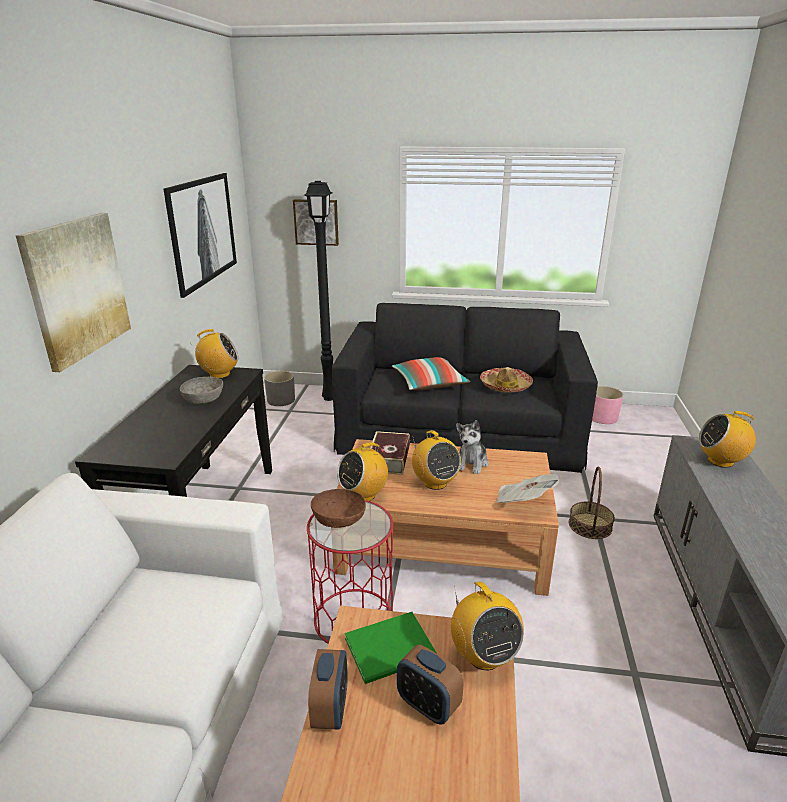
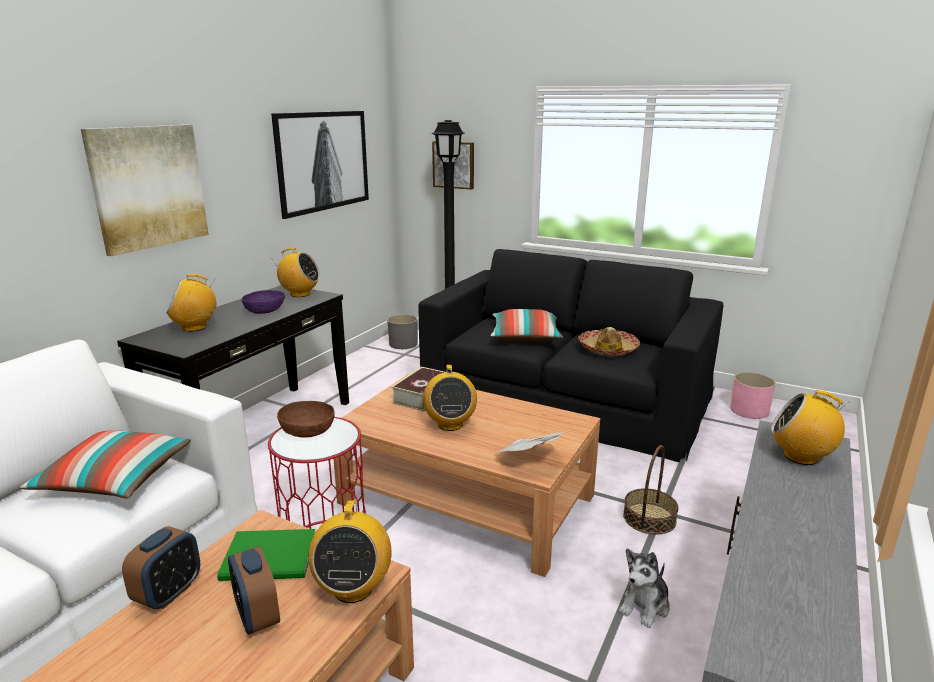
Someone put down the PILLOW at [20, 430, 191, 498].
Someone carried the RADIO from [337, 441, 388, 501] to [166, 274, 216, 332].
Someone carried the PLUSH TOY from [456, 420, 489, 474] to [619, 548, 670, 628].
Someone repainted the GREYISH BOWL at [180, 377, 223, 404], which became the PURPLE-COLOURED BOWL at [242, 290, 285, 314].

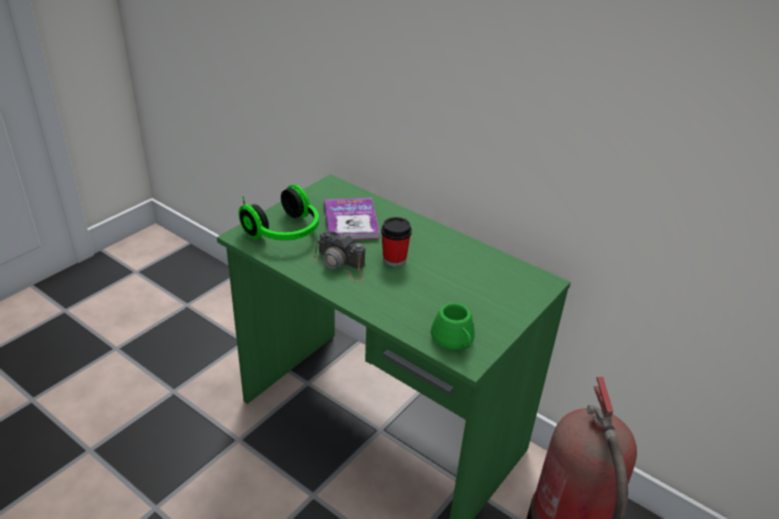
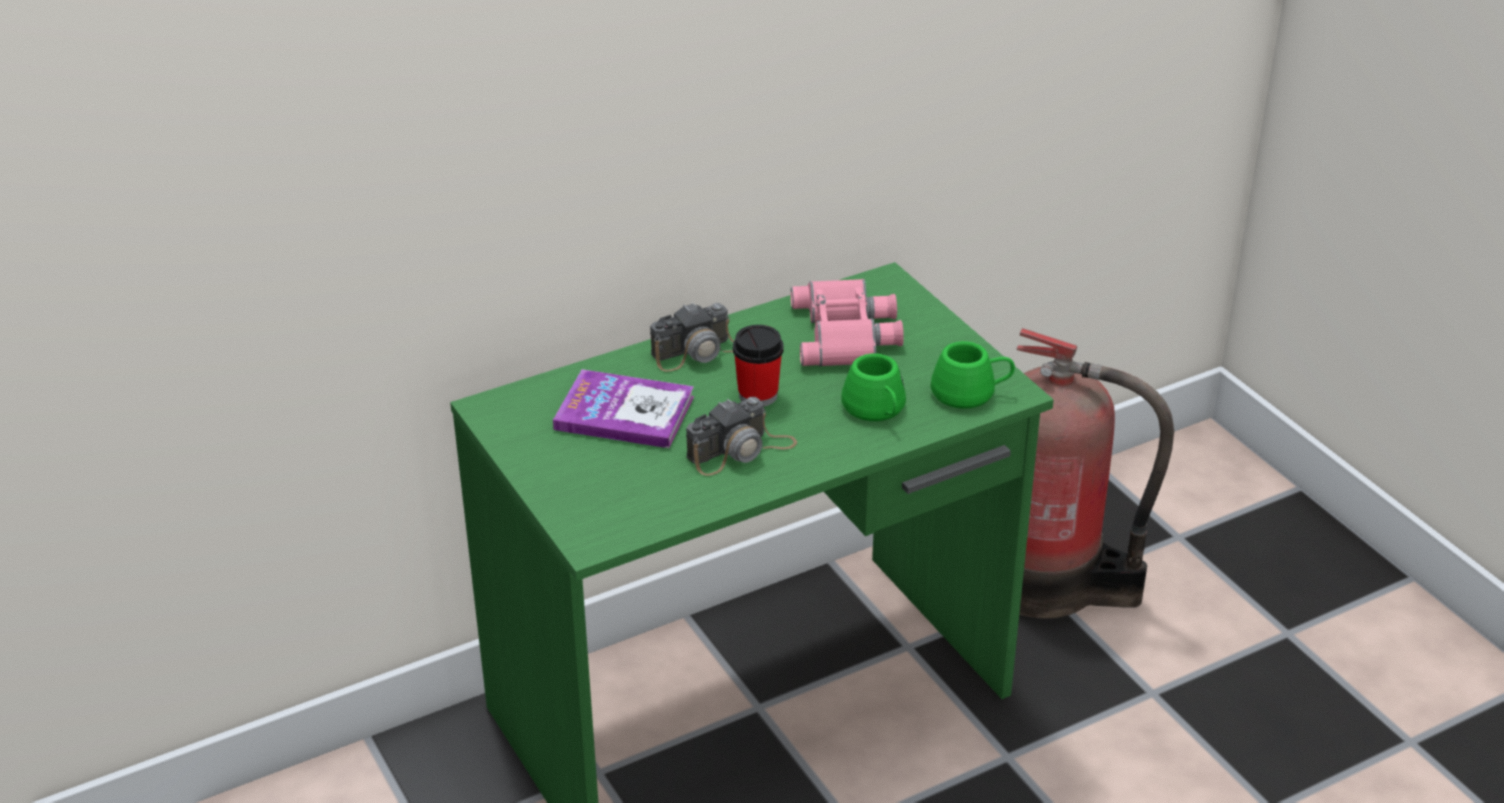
Someone took away the HEADPHONES at [239, 184, 319, 240].
Someone put down the PHOTO CAMERA at [650, 302, 734, 372].
Someone put down the PINK-COLOURED BINOCULARS at [791, 279, 904, 367].
Someone put down the GREEN COFFEE MUG at [841, 354, 906, 421].

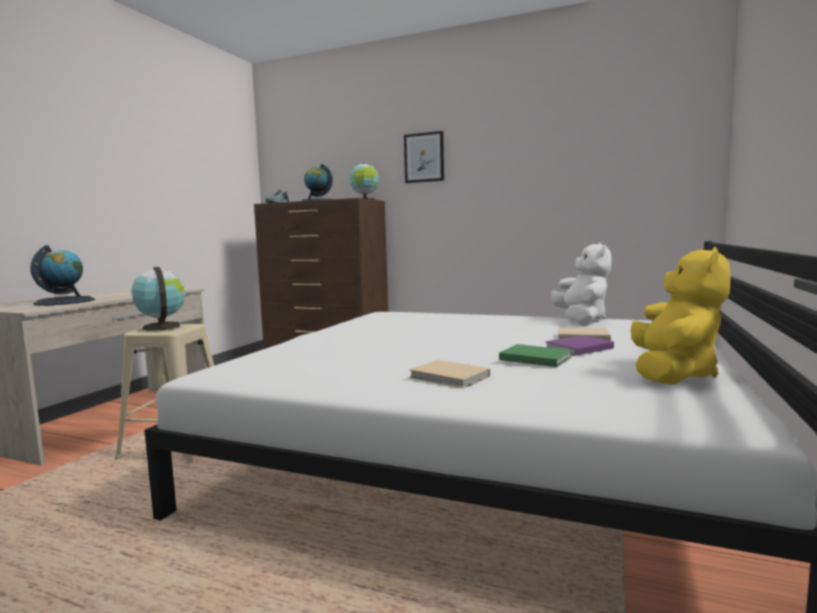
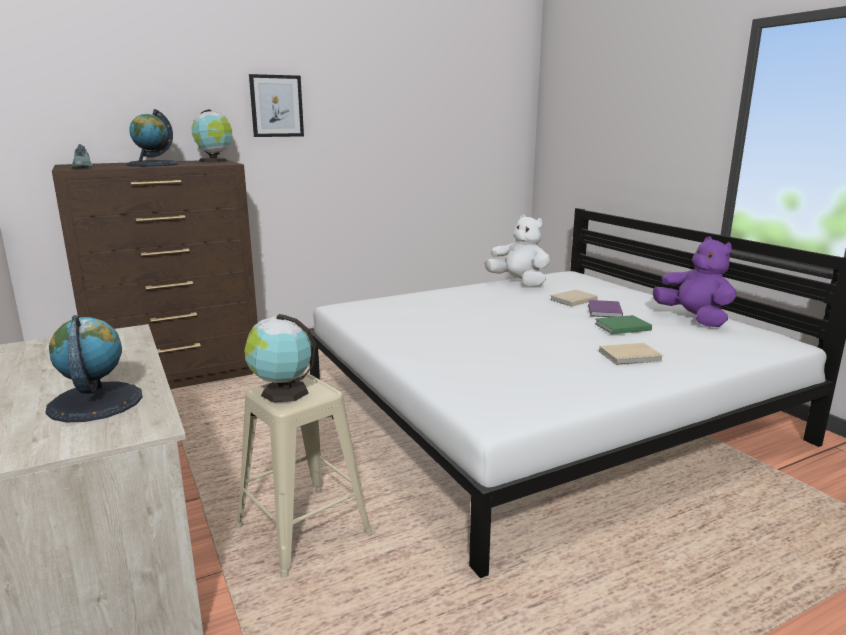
Someone repainted the YELLOWISH PLUSH TOY at [631, 247, 731, 385], which became the PURPLE-COLOURED PLUSH TOY at [653, 236, 736, 327].

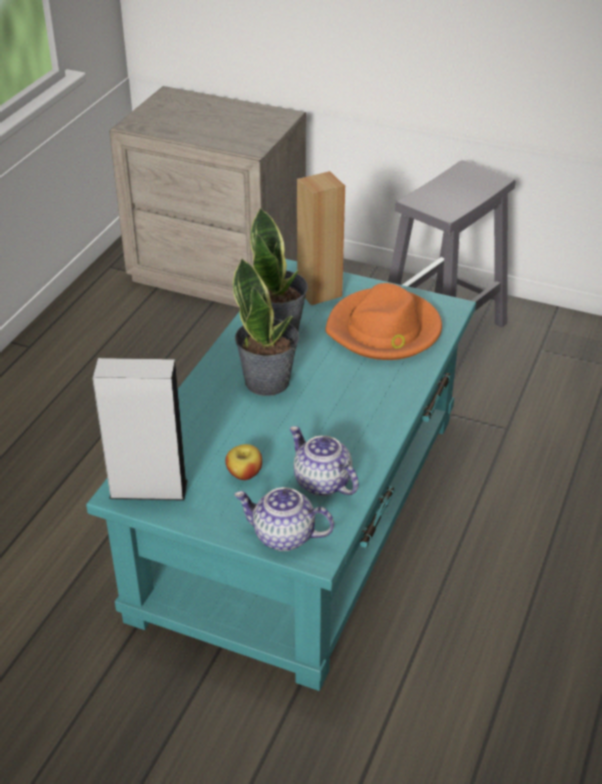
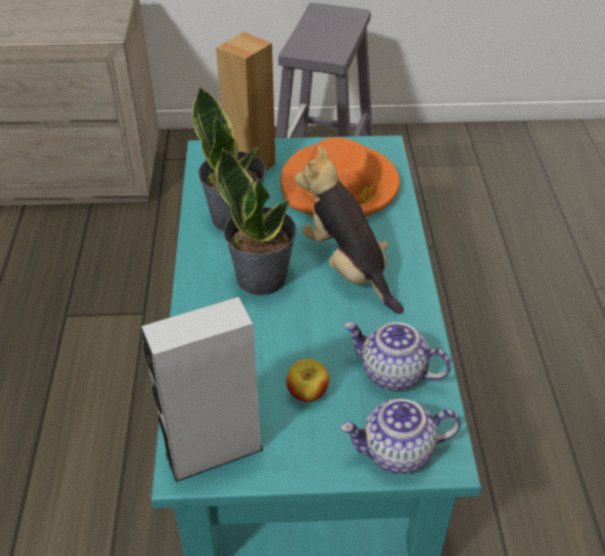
Someone put down the PLUSH TOY at [295, 146, 403, 314].

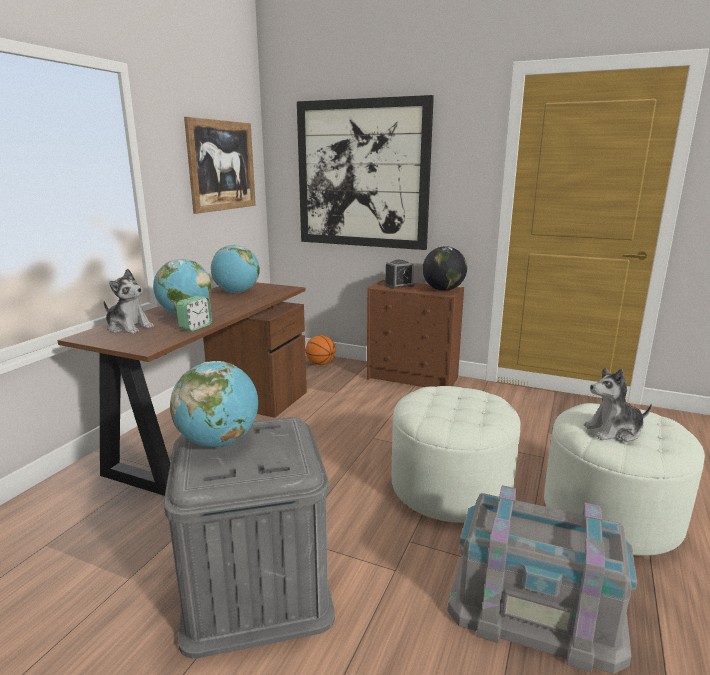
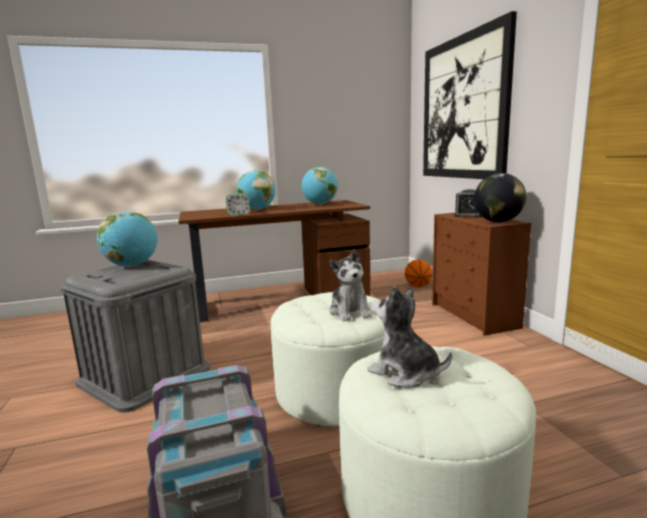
Someone took away the PICTURE at [184, 117, 256, 214].
Someone carried the PLUSH TOY from [104, 269, 154, 334] to [329, 249, 372, 322].

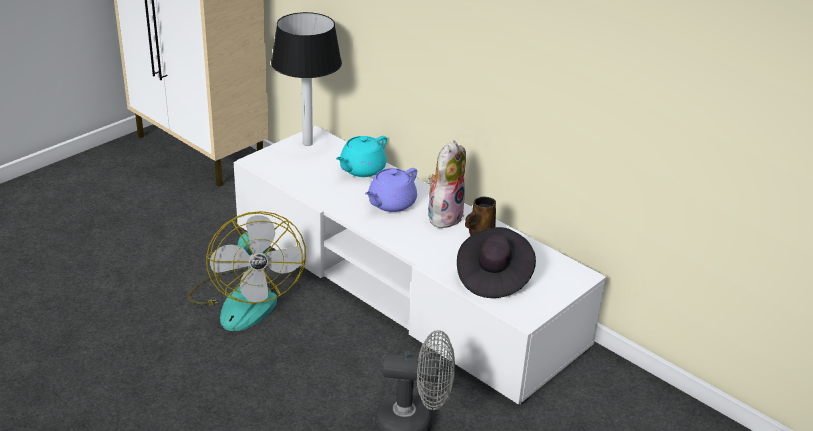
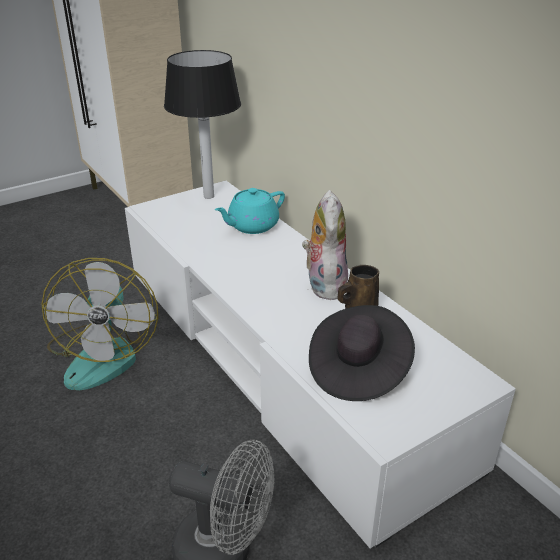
Someone took away the PURPLE-COLOURED TEAPOT at [365, 168, 417, 212].
Someone rotated the PLUSH TOY at [428, 140, 466, 228] by 45 degrees counterclockwise.

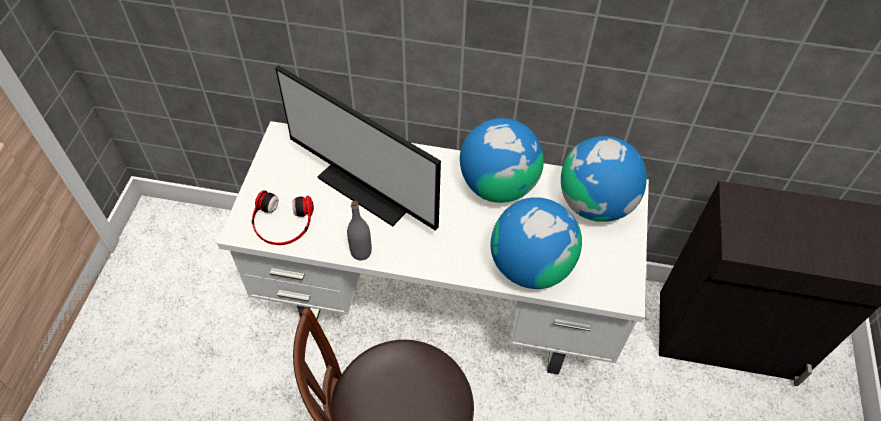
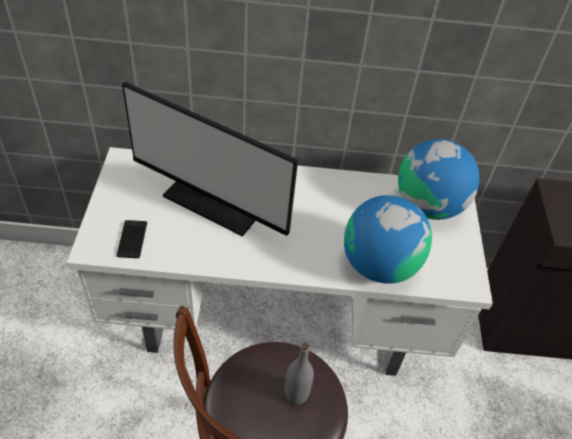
Someone took away the GLOBE at [460, 118, 544, 203].
Someone carried the GREYISH BEVERAGE BOTTLE from [347, 201, 372, 260] to [285, 342, 314, 405].
Someone swapped the HEADPHONES at [251, 190, 314, 245] for the HANDSET at [116, 220, 147, 258].

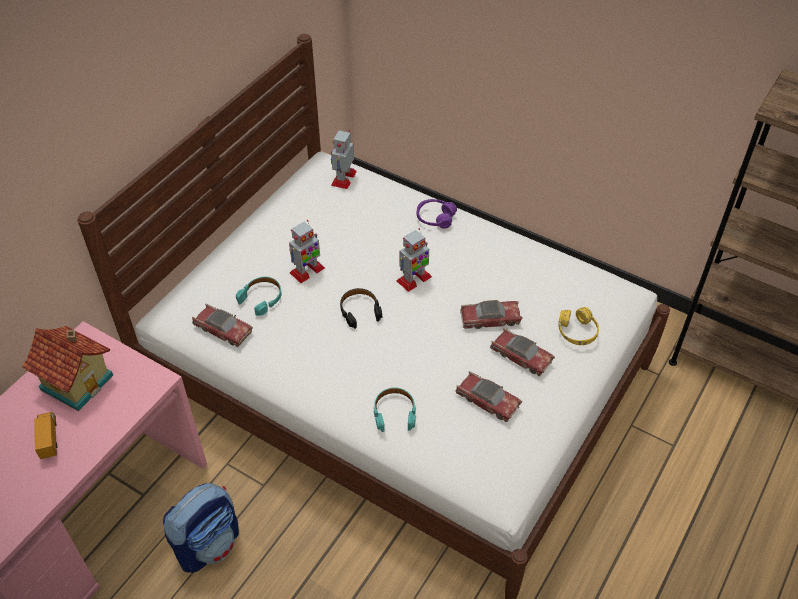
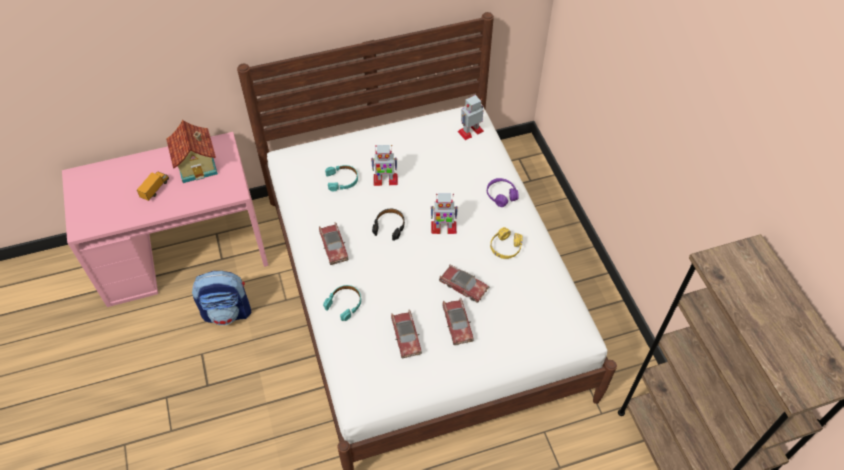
Someone carried the MODEL CAR from [192, 303, 253, 347] to [319, 222, 349, 265].
Someone carried the YELLOWISH HEADPHONES from [558, 307, 599, 345] to [490, 227, 522, 259].

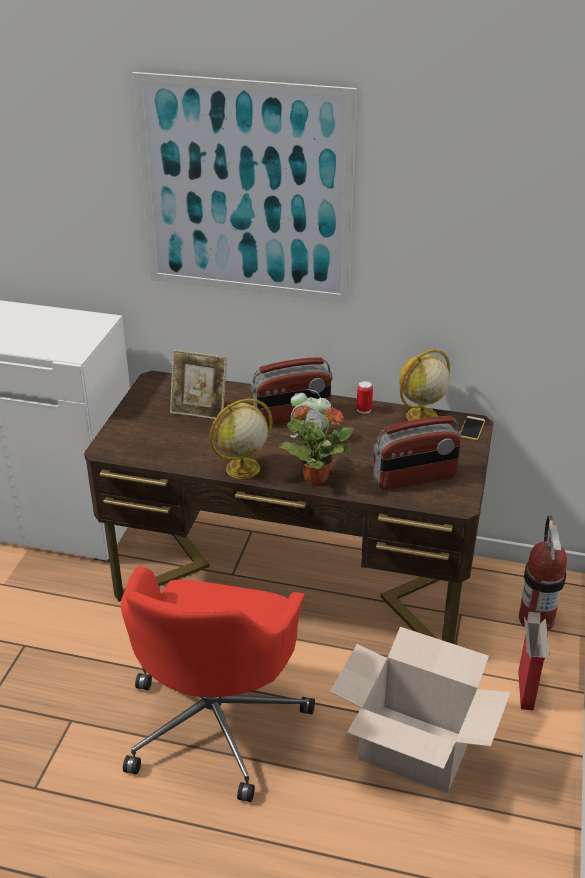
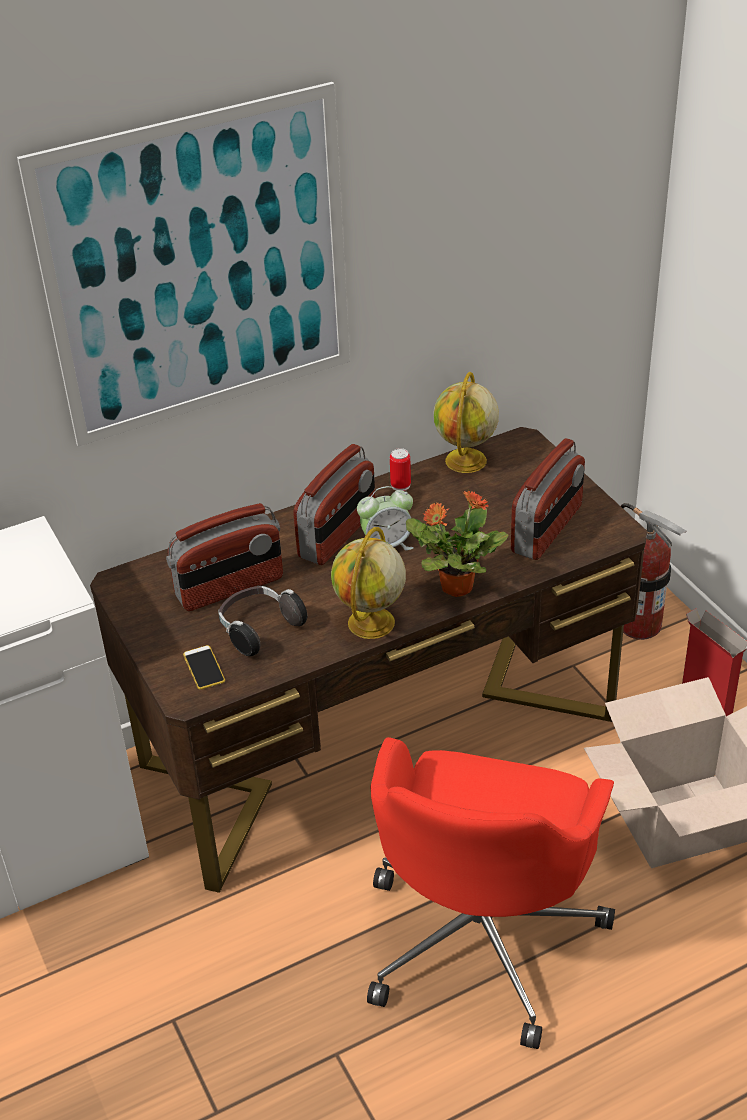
Someone put down the HEADPHONES at [218, 586, 307, 656].
Someone carried the HANDSET from [461, 416, 485, 440] to [183, 645, 225, 690].
Someone swapped the STANDING FRAME at [170, 349, 227, 419] for the RADIO at [166, 503, 283, 611].
Someone rotated the RED COMPUTER CHAIR at [121, 566, 315, 802] by 45 degrees clockwise.

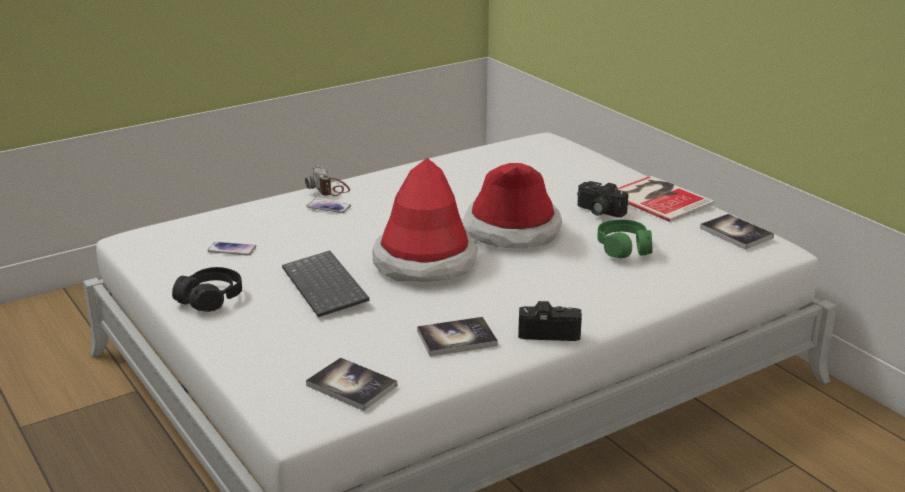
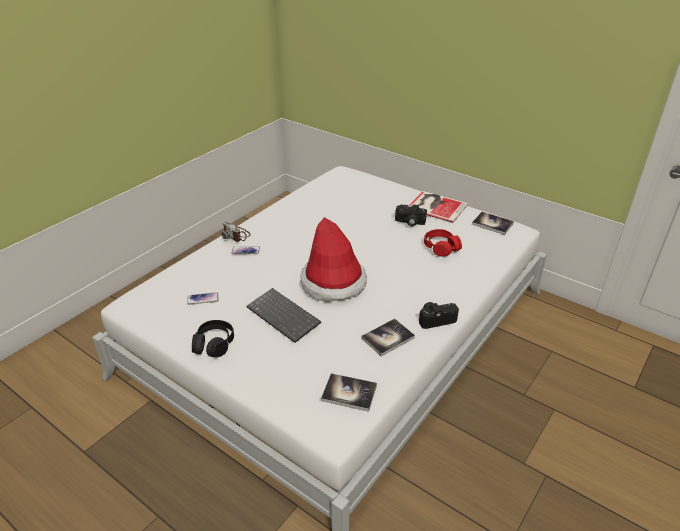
Someone took away the WEARABLE HAT at [463, 163, 562, 248].
Someone repainted the GREEN HEADPHONES at [597, 220, 653, 258], which became the RED HEADPHONES at [424, 229, 462, 257].

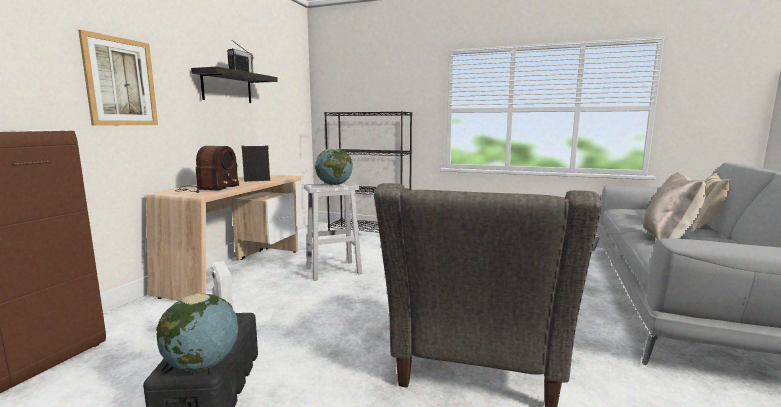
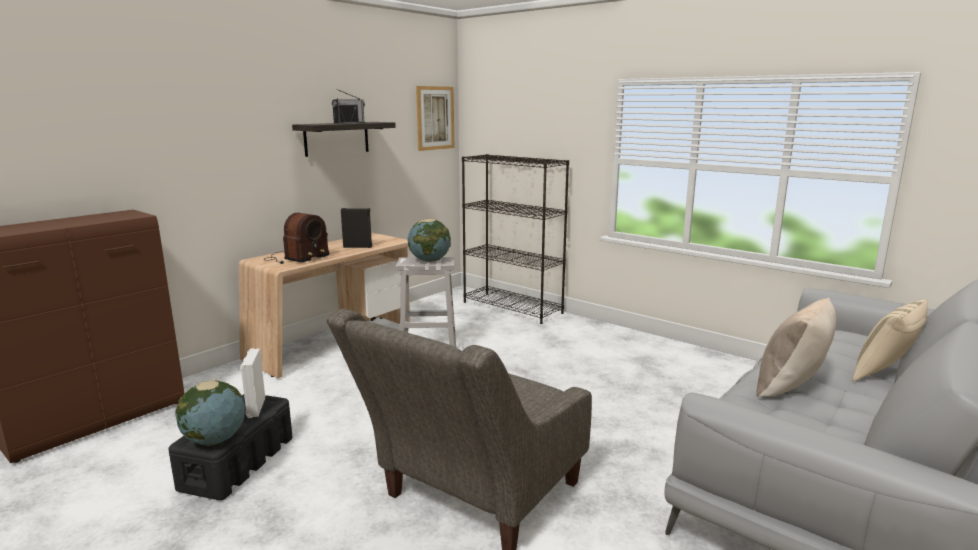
Someone carried the PICTURE from [78, 30, 158, 125] to [416, 86, 454, 151].

